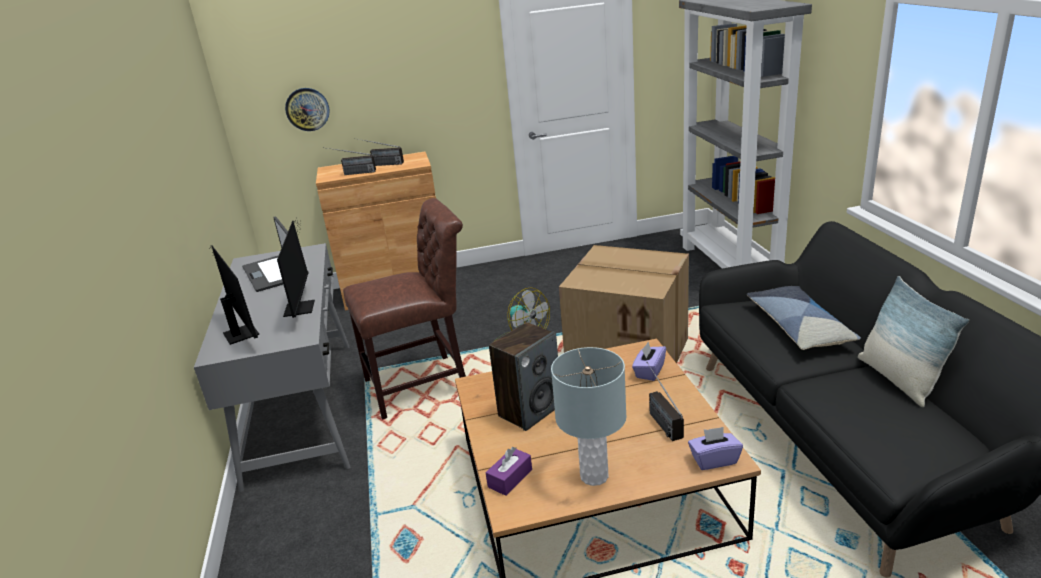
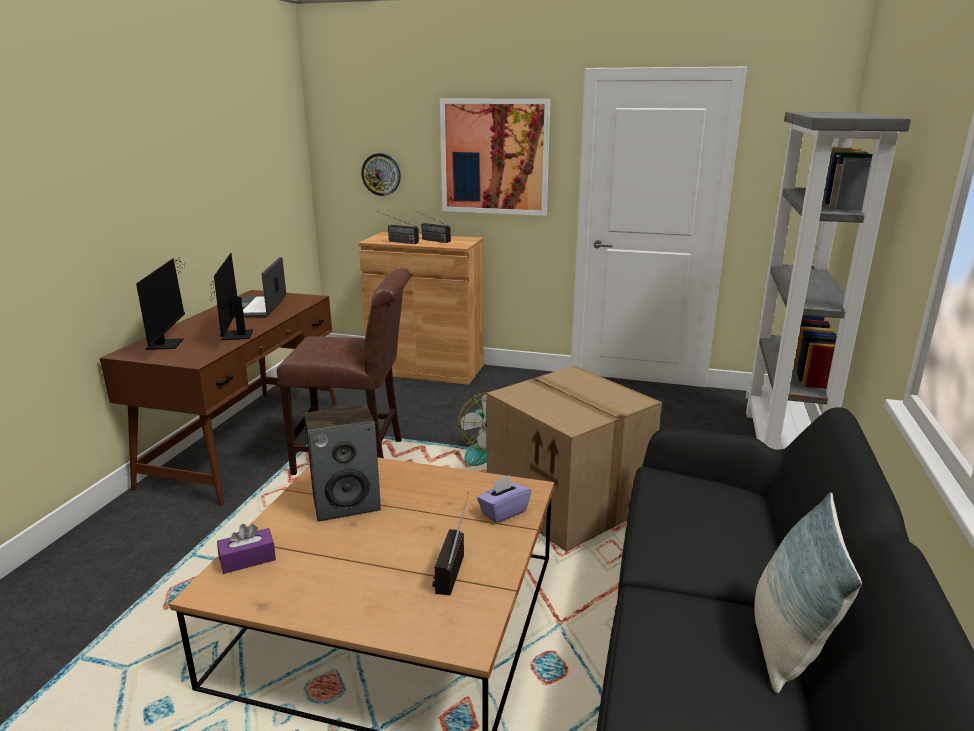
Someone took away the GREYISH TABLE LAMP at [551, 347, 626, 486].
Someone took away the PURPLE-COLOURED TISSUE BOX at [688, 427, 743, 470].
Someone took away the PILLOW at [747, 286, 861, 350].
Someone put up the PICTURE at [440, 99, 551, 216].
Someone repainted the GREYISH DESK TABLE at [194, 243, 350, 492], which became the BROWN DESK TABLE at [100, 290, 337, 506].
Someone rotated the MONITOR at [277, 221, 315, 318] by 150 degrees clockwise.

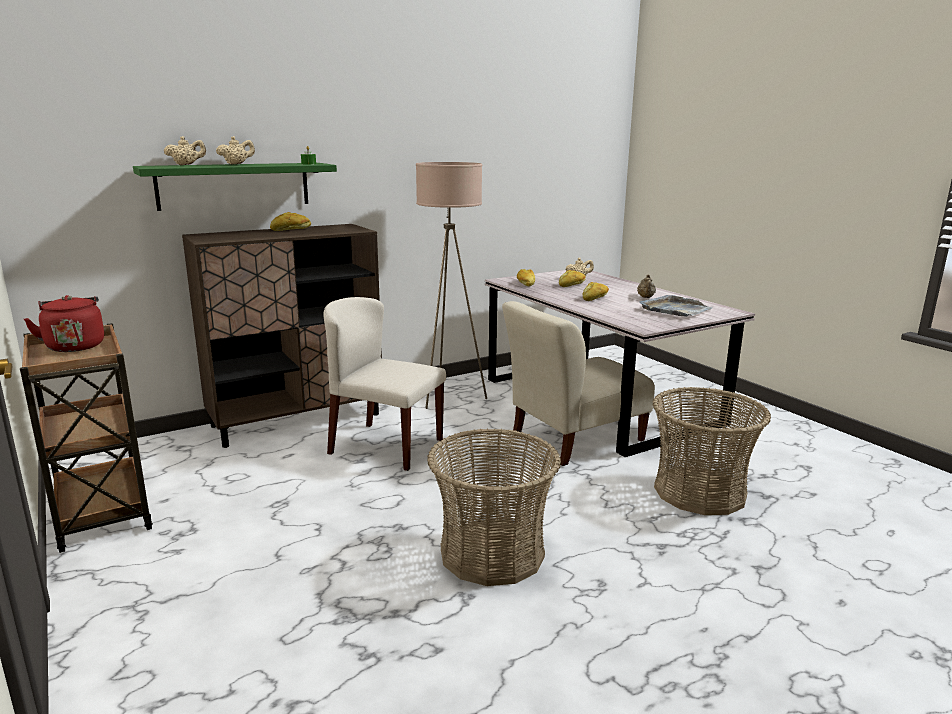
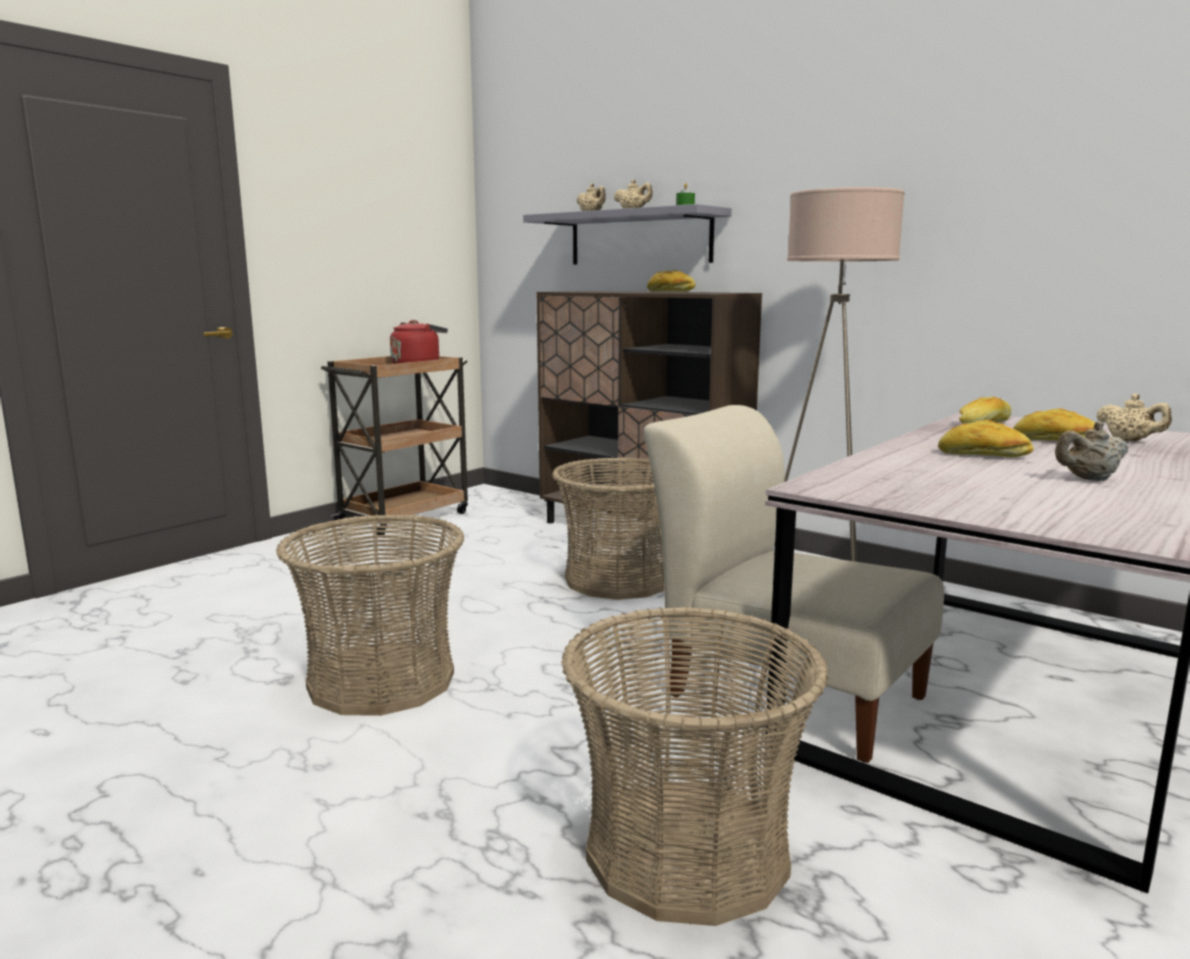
Someone took away the GREYISH SERVING TRAY at [640, 295, 713, 317].
Someone swapped the BEIGE-COLOURED PLAIN CHAIR at [323, 297, 446, 471] for the HOUSEHOLD BASKET at [552, 457, 664, 600].
Someone repainted the GREEN WALL SHELF at [133, 163, 337, 211], which became the GREYISH WALL SHELF at [523, 204, 732, 264].

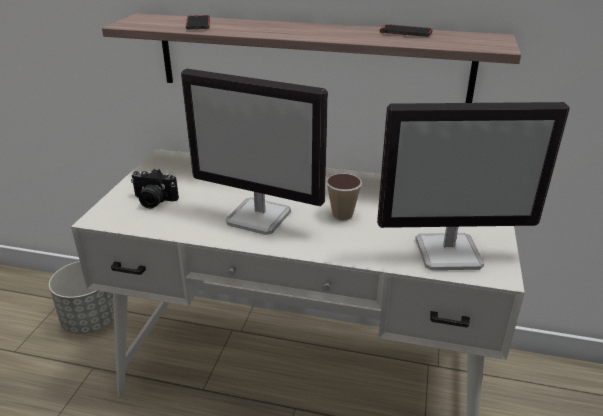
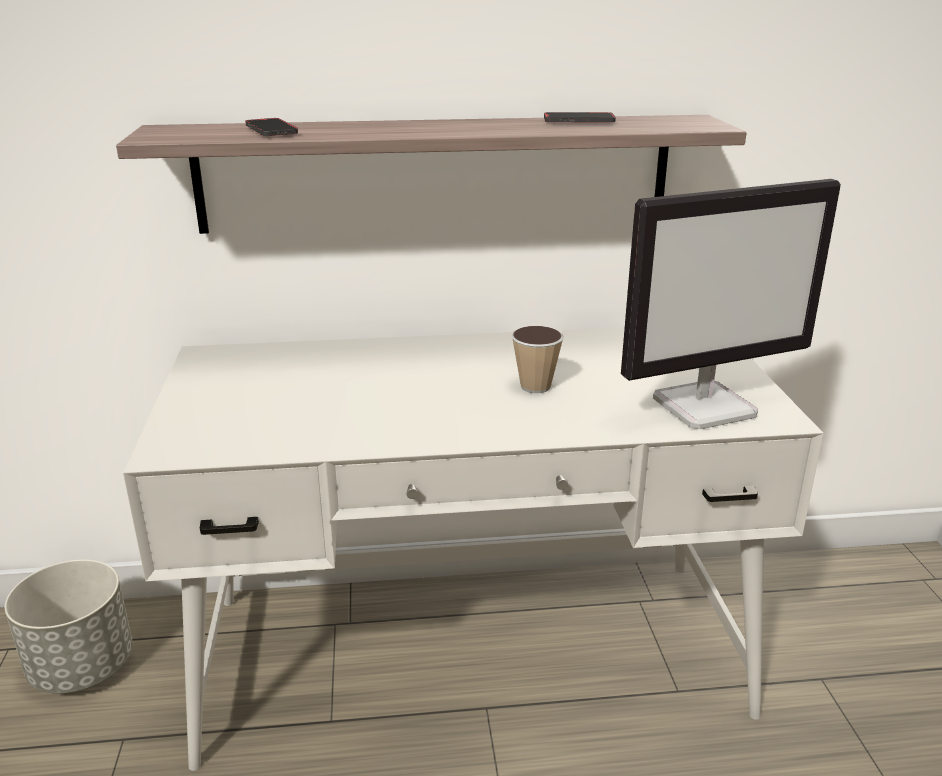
Someone took away the PHOTO CAMERA at [131, 169, 179, 209].
Someone took away the MONITOR at [181, 69, 328, 235].

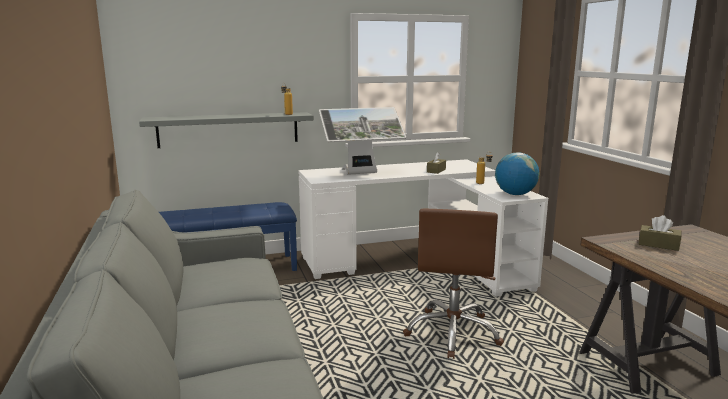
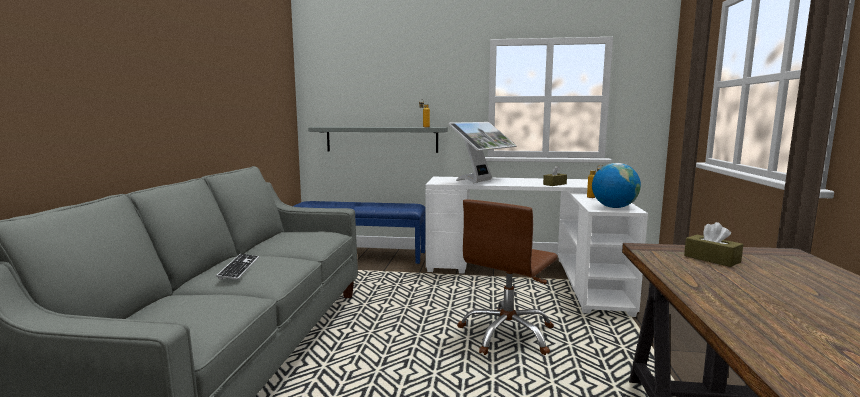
Someone put down the COMPUTER KEYBOARD at [216, 254, 259, 280].
Someone rotated the MONITOR at [319, 107, 406, 175] by 60 degrees counterclockwise.

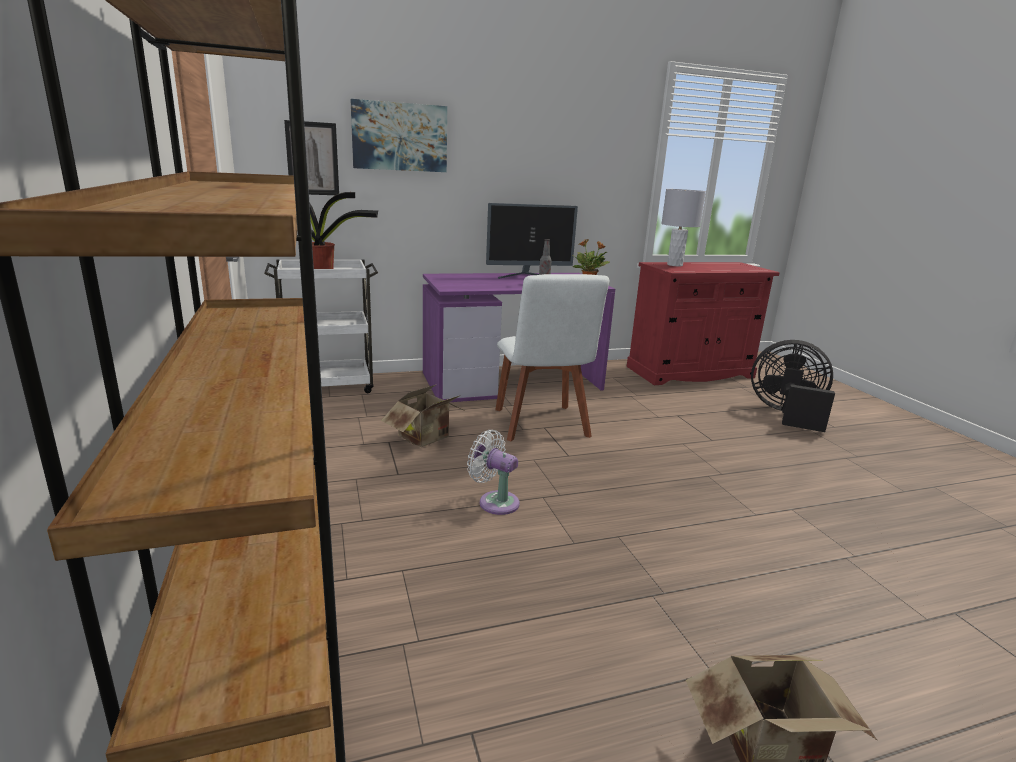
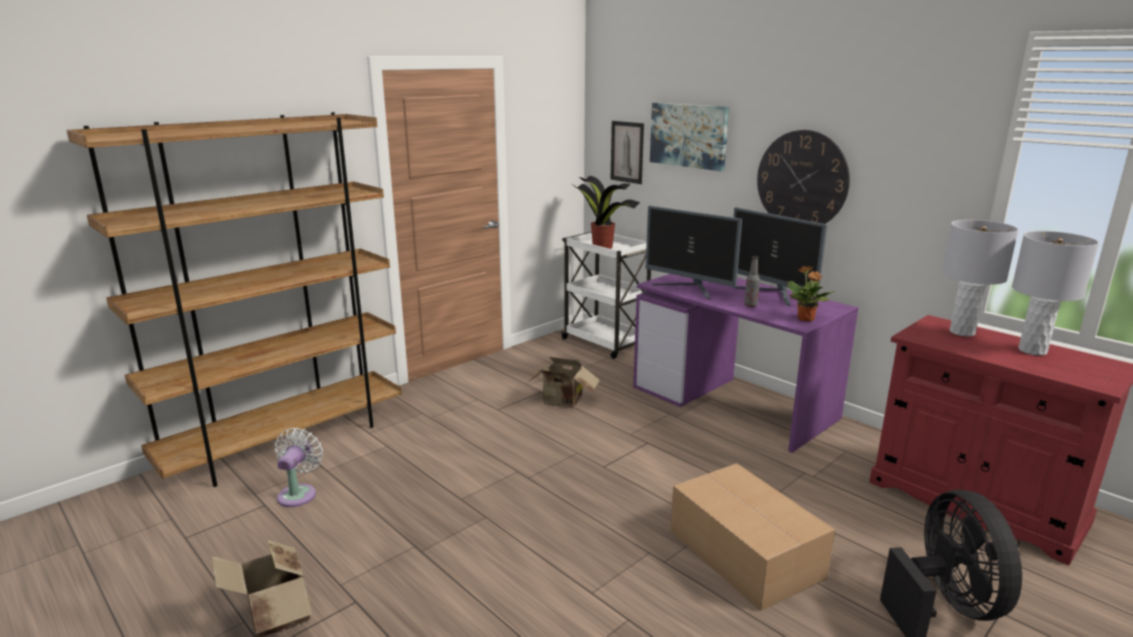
Someone took away the WHITISH PLAIN CHAIR at [495, 274, 609, 441].
Someone put down the MONITOR at [646, 206, 742, 300].
Someone put down the CARDBOARD BOX at [671, 463, 835, 611].
Someone put up the WALL CLOCK at [757, 130, 850, 224].
Someone put down the GREYISH TABLE LAMP at [1012, 231, 1099, 356].
Someone carried the WHITISH FAN from [467, 430, 520, 515] to [275, 428, 323, 507].

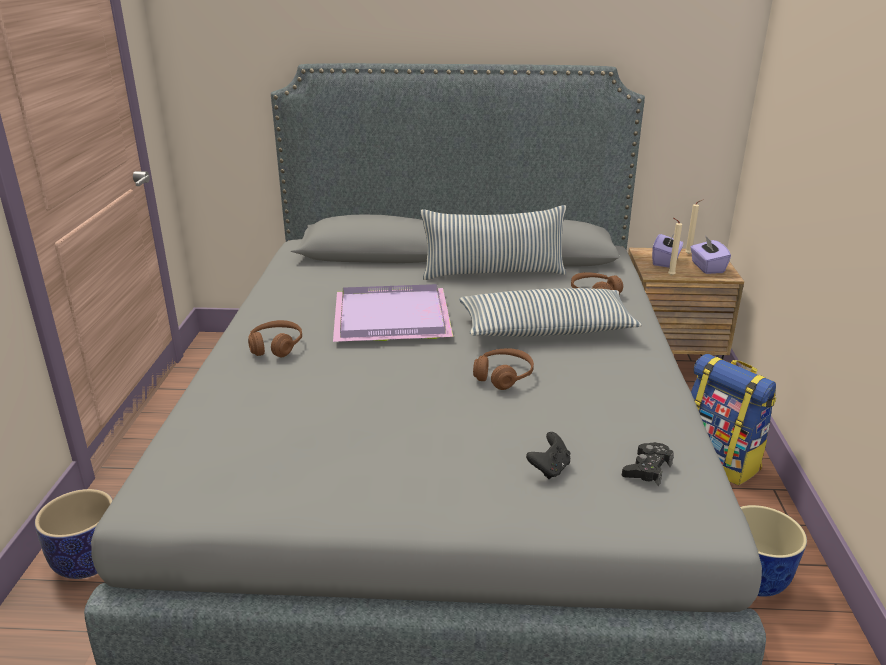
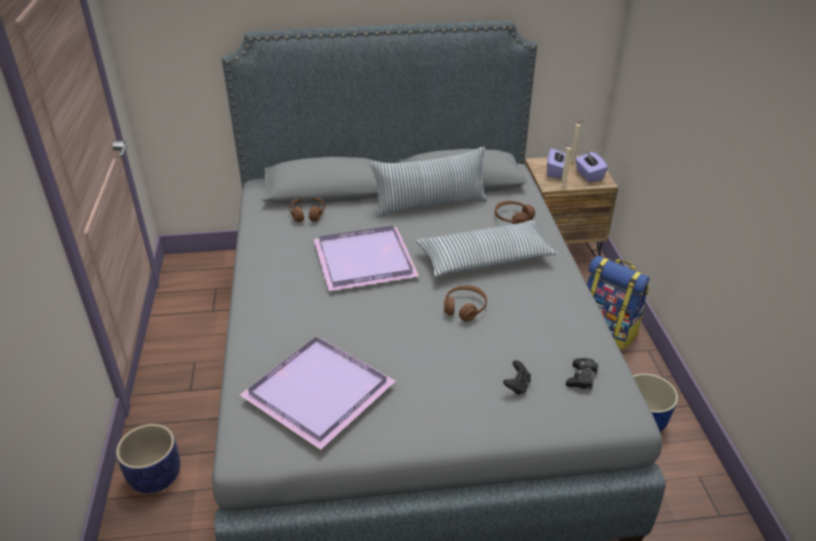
Someone put down the PURPLE-COLOURED SERVING TRAY at [240, 336, 395, 450].
Someone carried the BROWN HEADPHONES from [248, 320, 302, 357] to [289, 197, 325, 222].

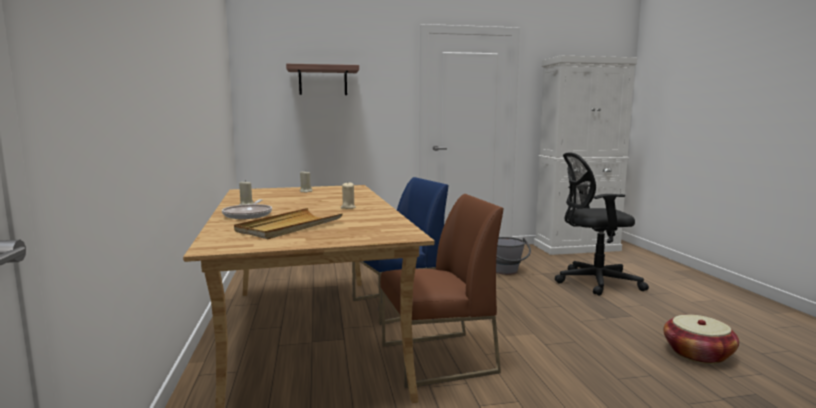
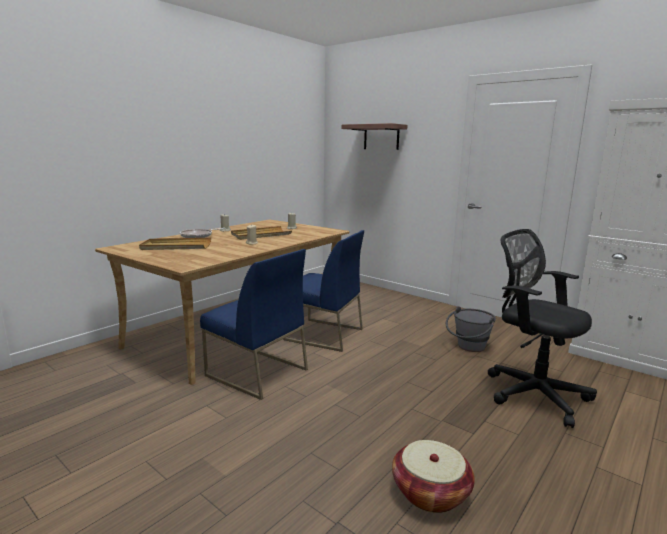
Someone put down the BEIGE-COLOURED SERVING TRAY at [231, 226, 292, 240].
Someone repainted the BROWN PLAIN CHAIR at [380, 194, 503, 388], which became the BLUE PLAIN CHAIR at [200, 249, 308, 400].

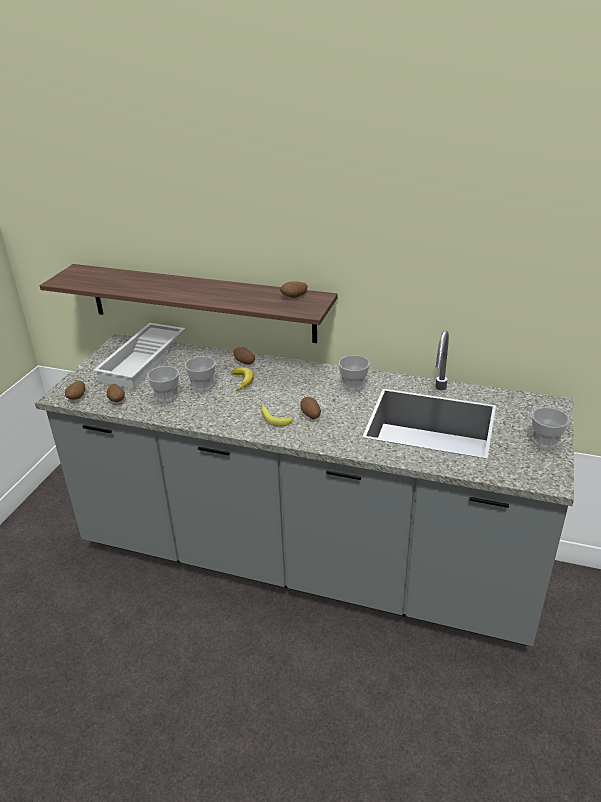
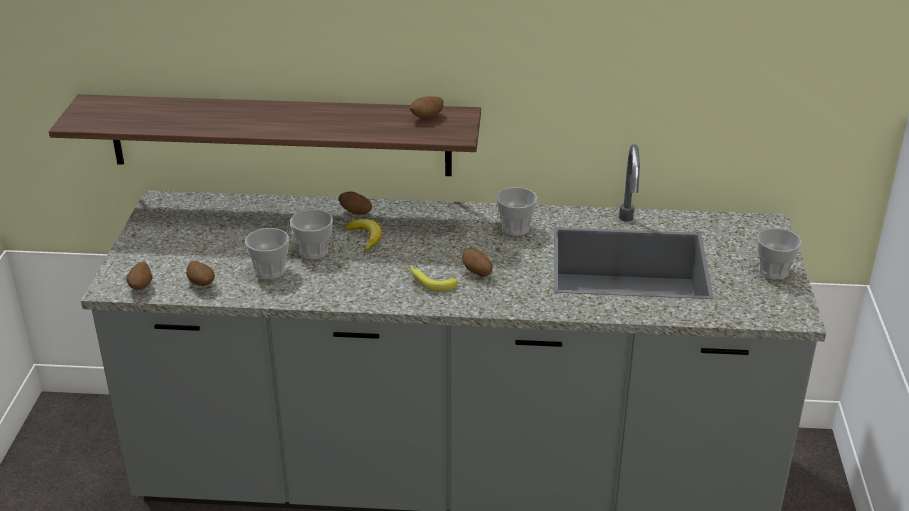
Someone took away the WHITISH SERVING TRAY at [93, 323, 185, 389].

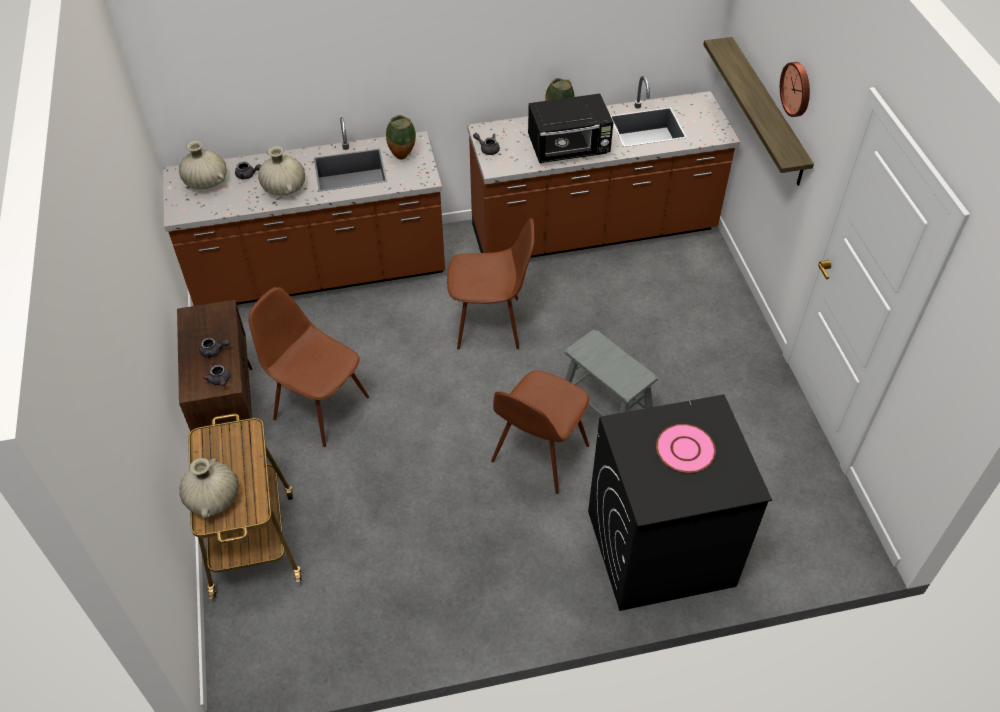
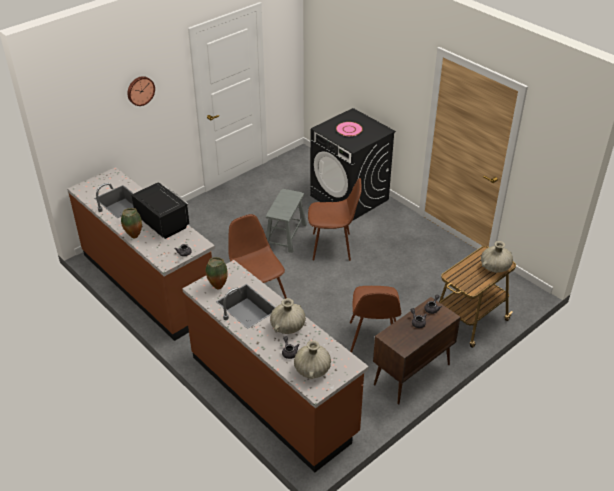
Someone took away the WALL SHELF at [703, 37, 814, 186].

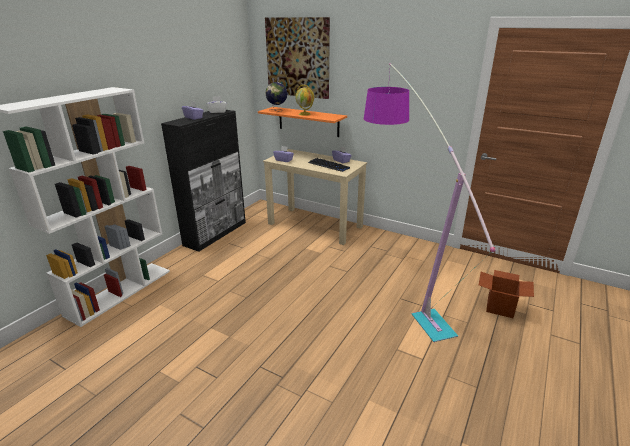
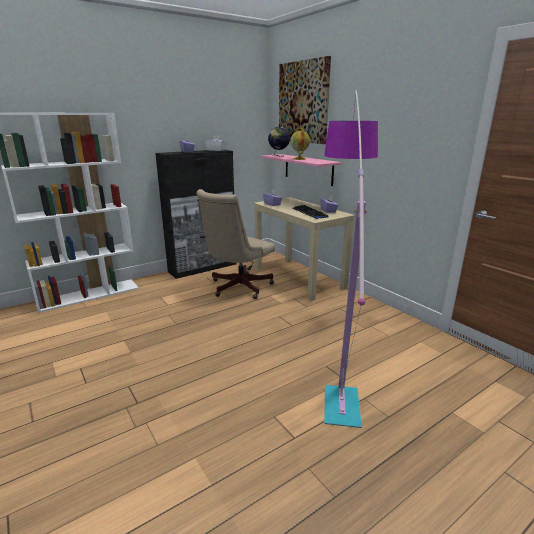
Someone took away the CARDBOARD BOX at [479, 270, 534, 318].
Someone put down the BEIGE-COLOURED COMPUTER CHAIR at [196, 189, 275, 299].
Someone repainted the ORANGE-COLOURED WALL SHELF at [258, 107, 347, 137], which became the PINK-COLOURED WALL SHELF at [261, 154, 341, 186].

